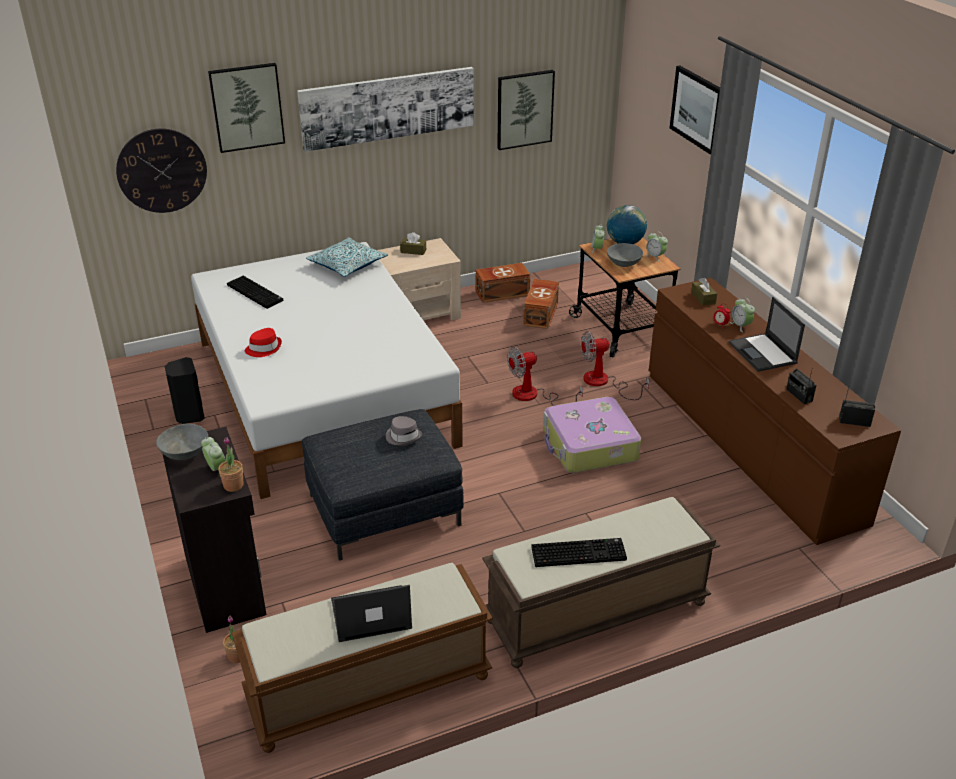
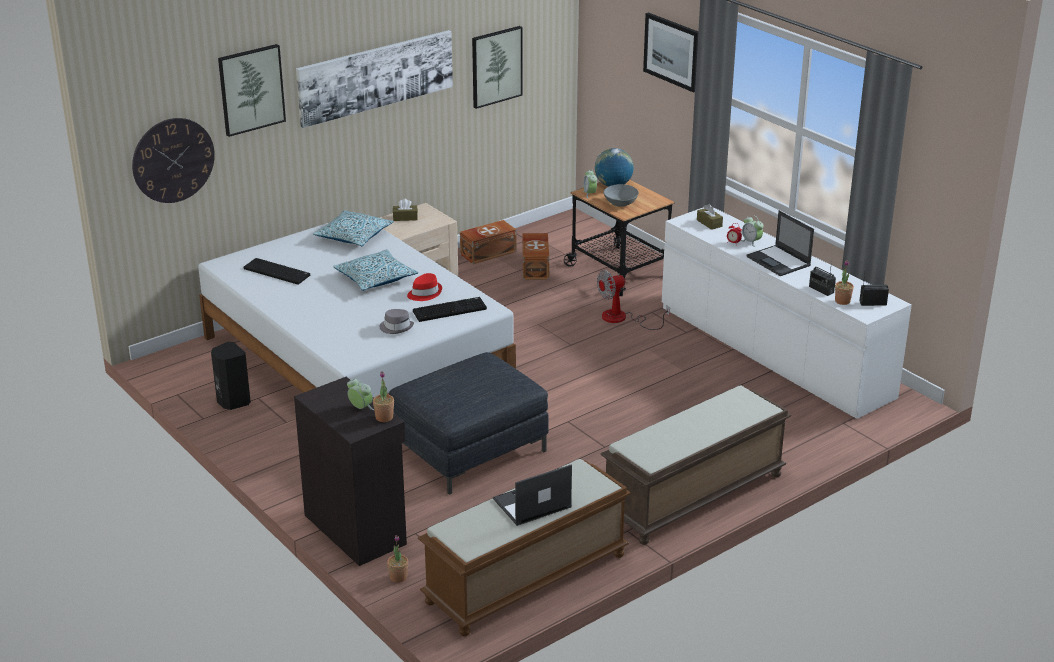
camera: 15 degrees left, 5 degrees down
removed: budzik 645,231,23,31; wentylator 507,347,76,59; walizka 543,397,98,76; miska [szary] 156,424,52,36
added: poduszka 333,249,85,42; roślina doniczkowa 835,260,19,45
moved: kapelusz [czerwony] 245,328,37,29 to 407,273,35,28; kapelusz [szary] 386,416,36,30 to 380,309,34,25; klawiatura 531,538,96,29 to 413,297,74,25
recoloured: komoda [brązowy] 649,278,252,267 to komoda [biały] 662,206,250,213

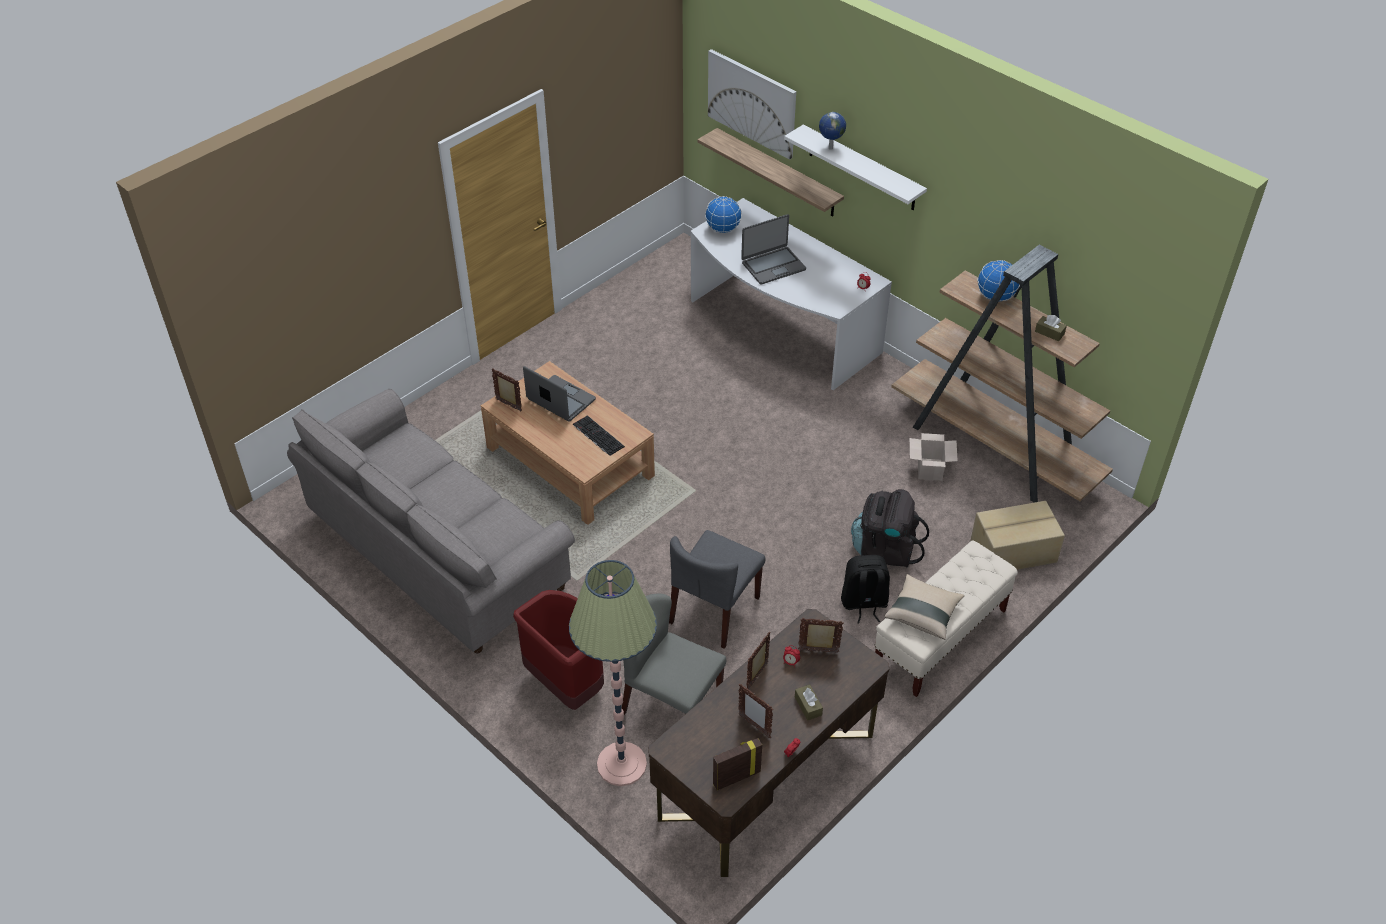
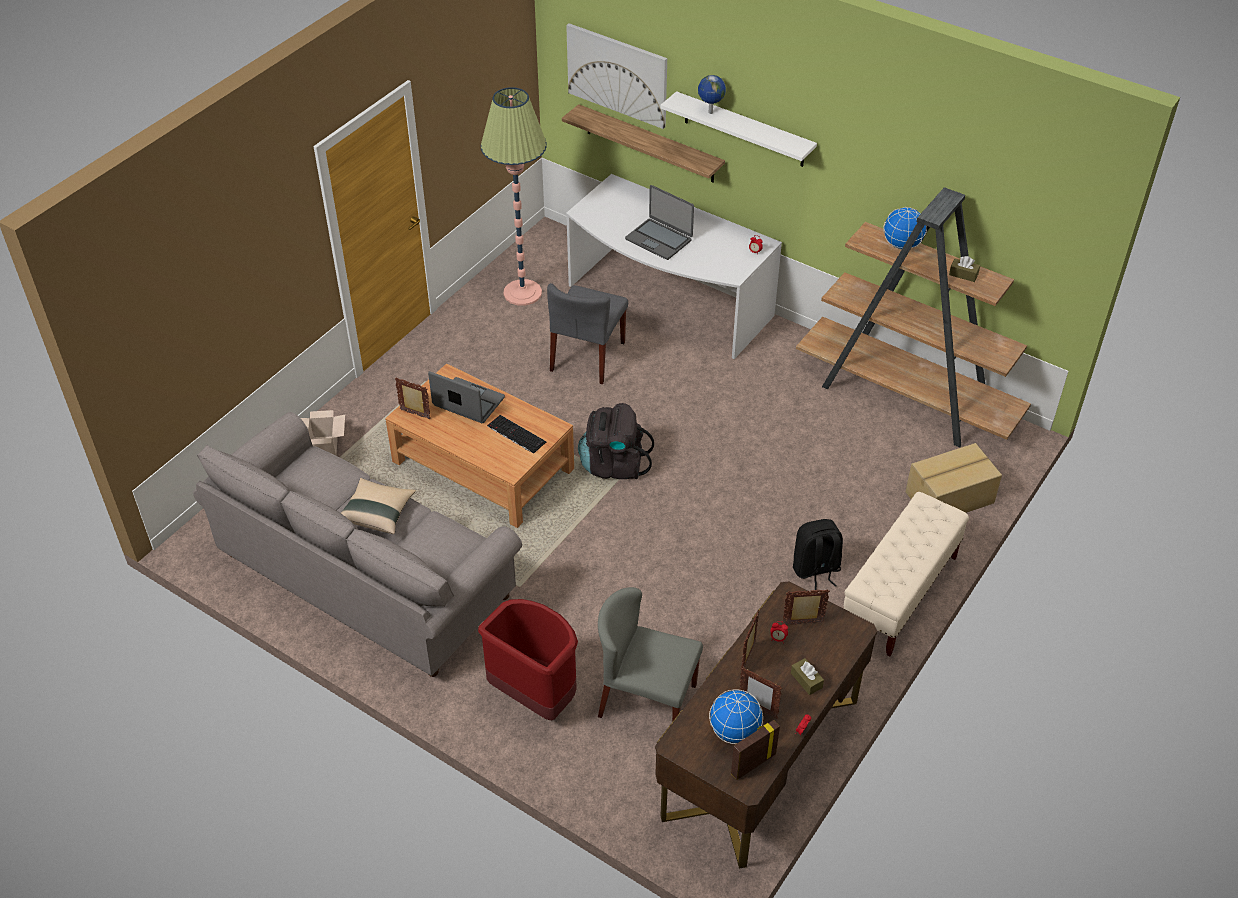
camera: 10 degrees left, 0 degrees up
moved: globus 705,196,37,37 to 709,689,54,55; karton 909,433,49,48 to 300,410,45,45; plecak [czarny] 851,489,78,78 to 578,403,76,76; krzesło [szary] 669,530,96,119 to 547,283,81,101; lampa stojąca 569,560,88,226 to 481,87,66,219; poduszka [beżowy] 885,574,80,66 to 341,478,75,56
turned: laptop 741,214,65,71 = 625,185,69,75 75 degrees clockwise

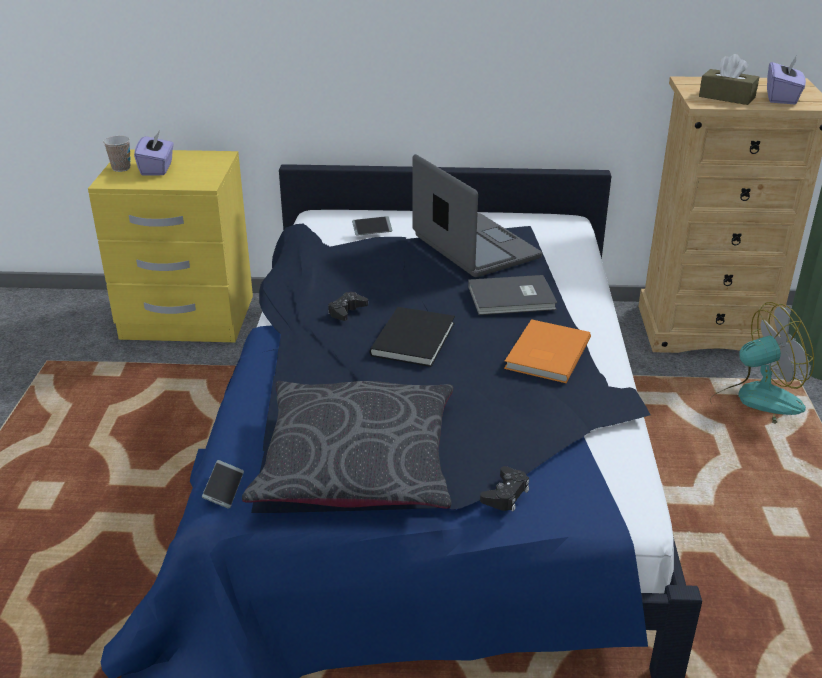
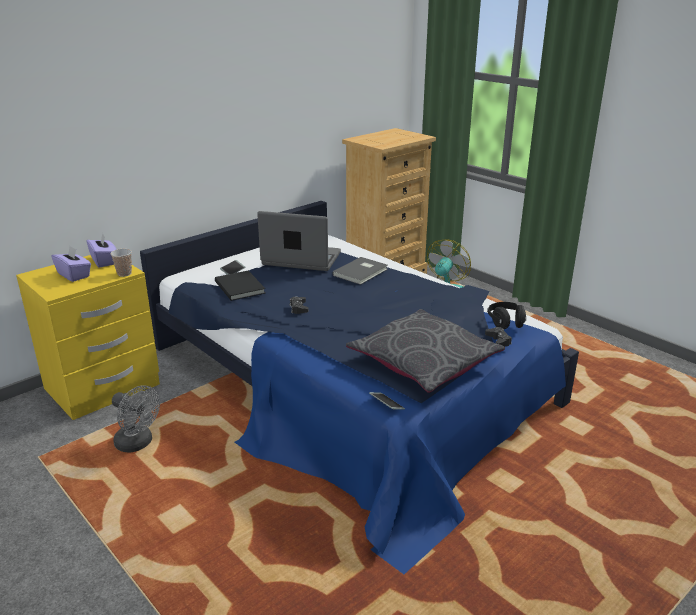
camera: 45 degrees left, 5 degrees down
removed: pudełko chusteczek [brązowy] 699,54,60,51; książka [pomarańczowy] 504,319,87,64
added: słuchawki [czarny] 487,302,39,27; wentylator [szary] 112,385,48,67
moved: pudełko chusteczek [fioletowy] 767,56,39,48 to 87,233,30,35; filiżanka 103,136,28,36 to 110,249,22,28; książka [czarny] 370,307,85,60 to 215,271,50,30

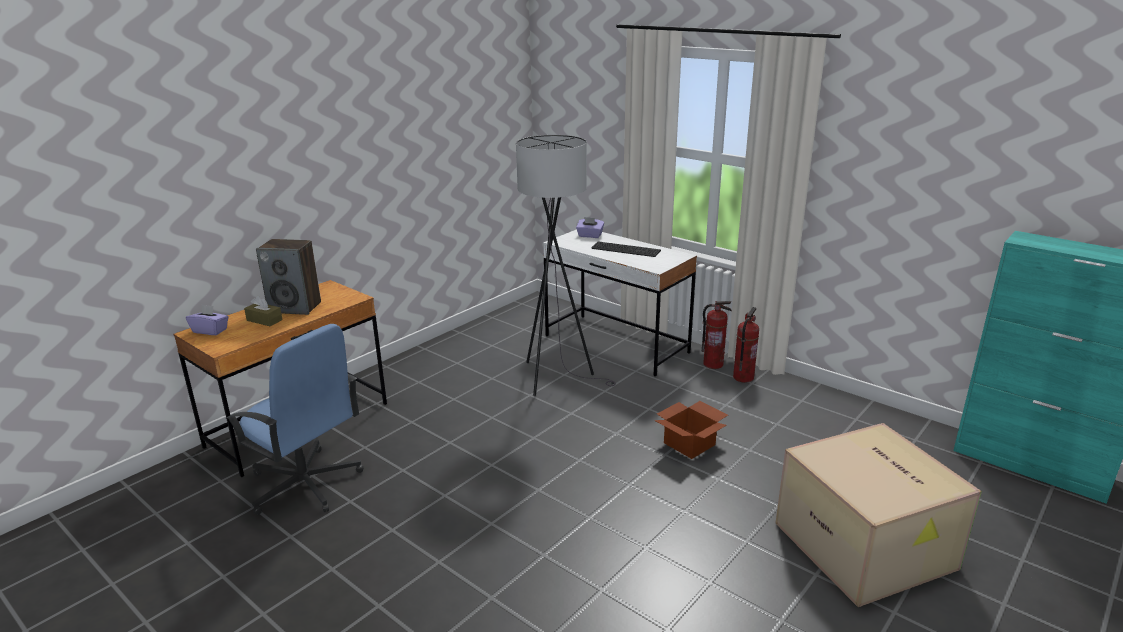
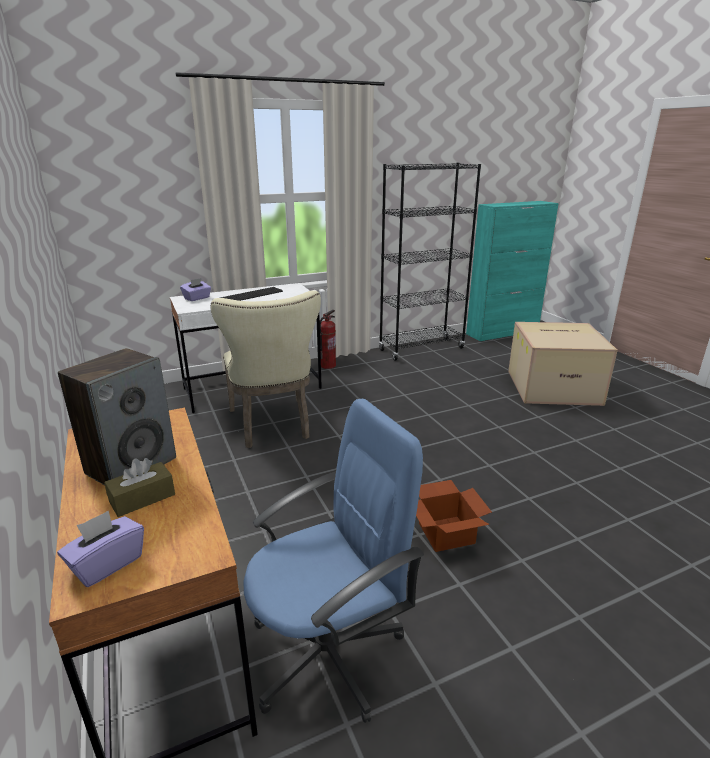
camera: 65 degrees left, 0 degrees up
removed: gaśnica 733,307,26,76
added: regał [czarny] 379,163,102,198
moved: karton 654,401,74,58 to 416,480,76,72
replaced: lampa stojąca [szary] 516,135,100,261 to krzesło [beżowy] 210,290,111,158

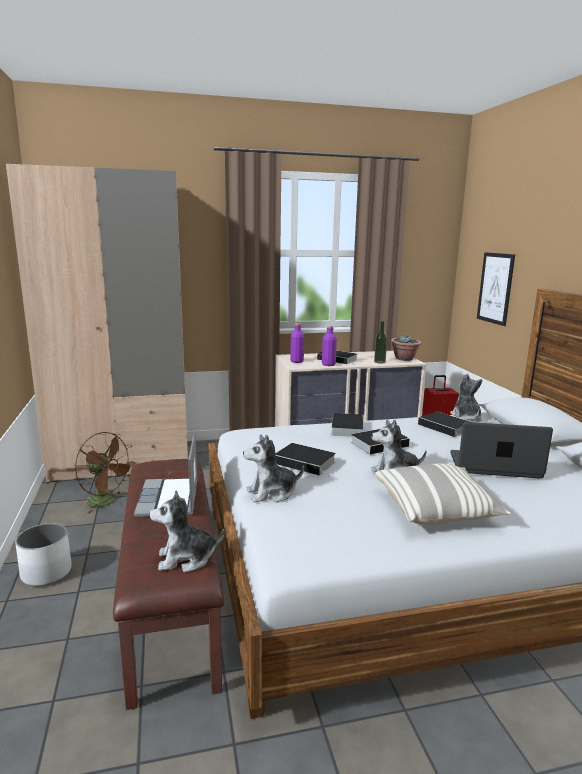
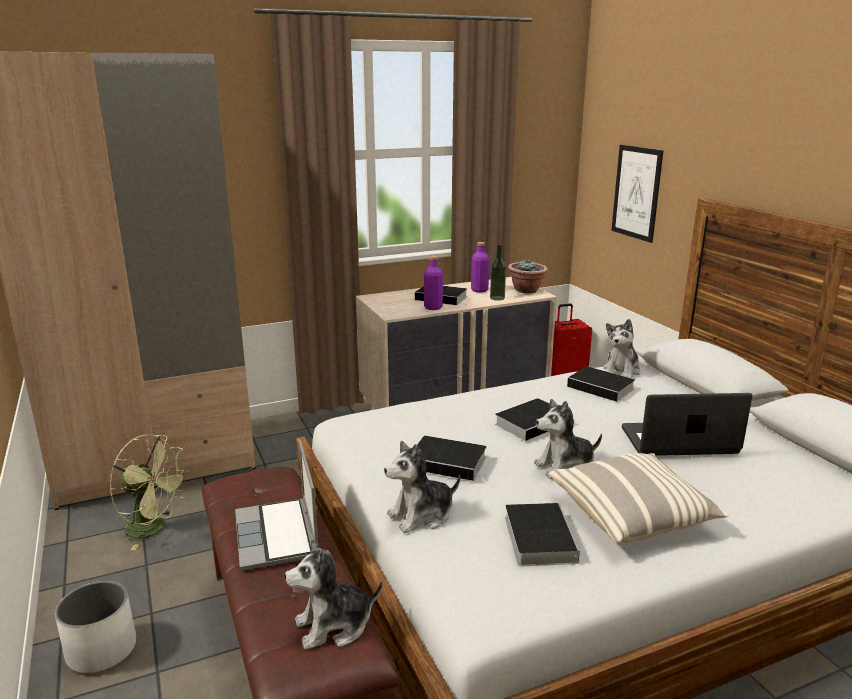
camera: 10 degrees left, 5 degrees up
moved: butelka [fioletowy] 290,323,14,40 to 471,242,18,51; książka 331,413,33,24 to 505,503,75,63
recoloured: wentylator [brązowy] 75,432,60,81 to wentylator [zielony] 110,434,79,116
turned: pluszak 450,374,33,48 = 603,319,37,59 135 degrees counterclockwise

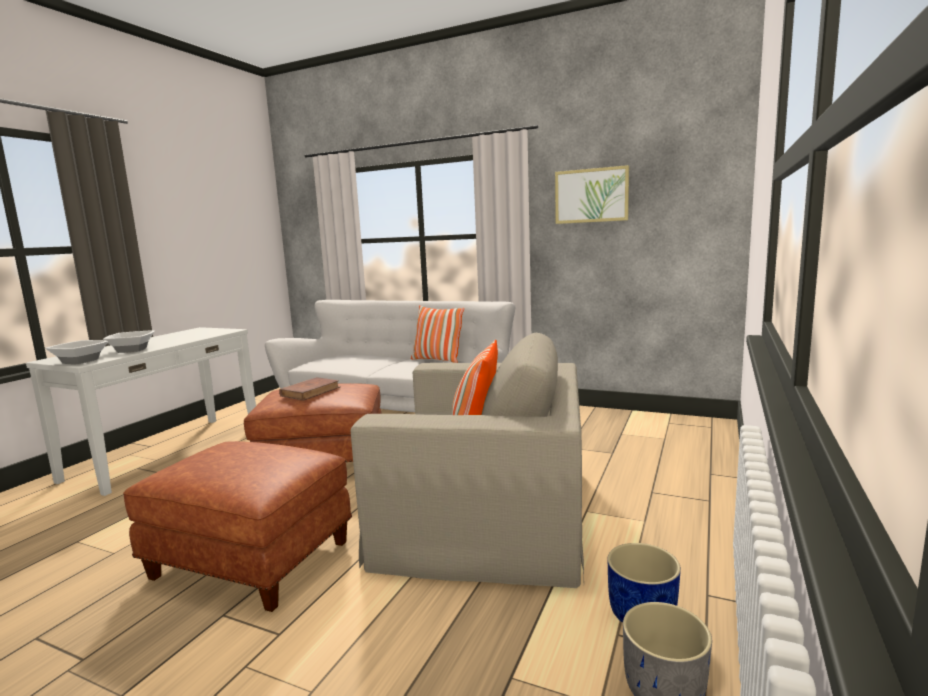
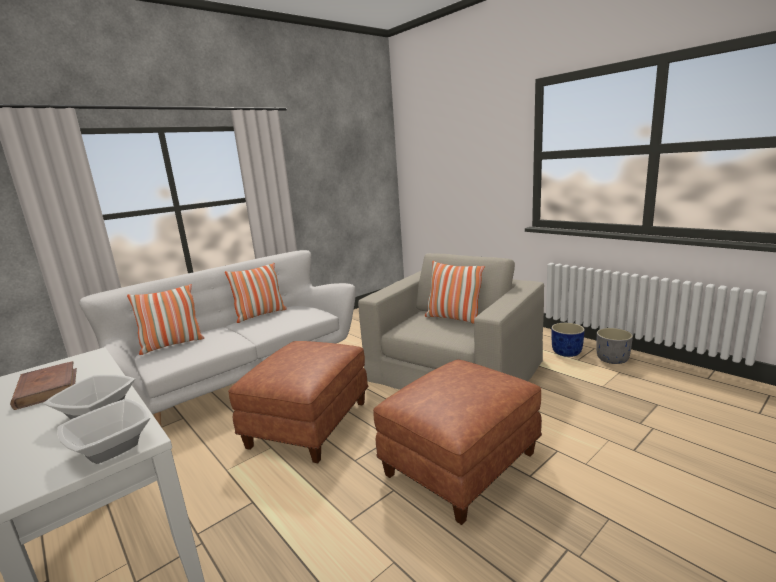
camera: 65 degrees left, 5 degrees up
removed: obraz 555,165,74,59
added: poduszka 127,284,77,71
moved: książka [brązowy] 279,377,61,24 to 10,361,67,49

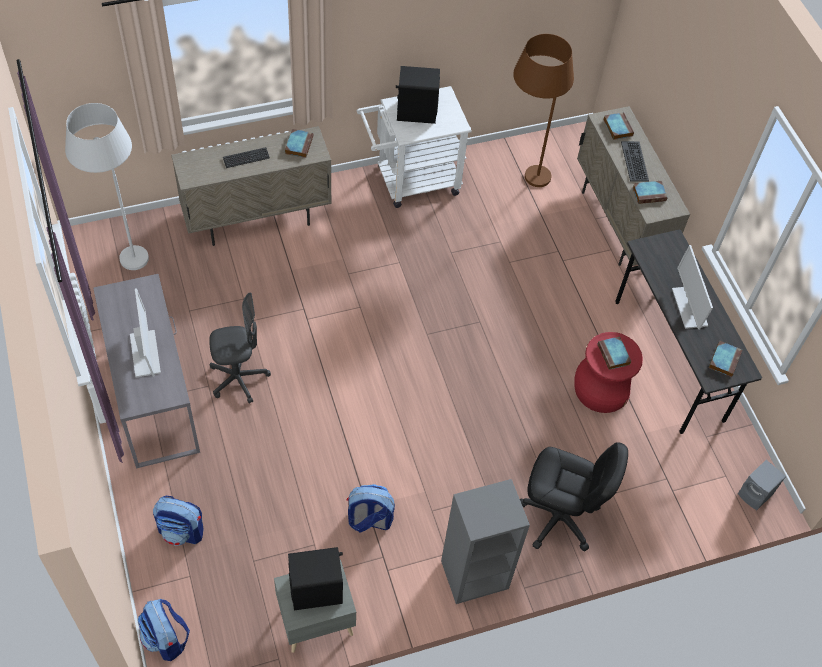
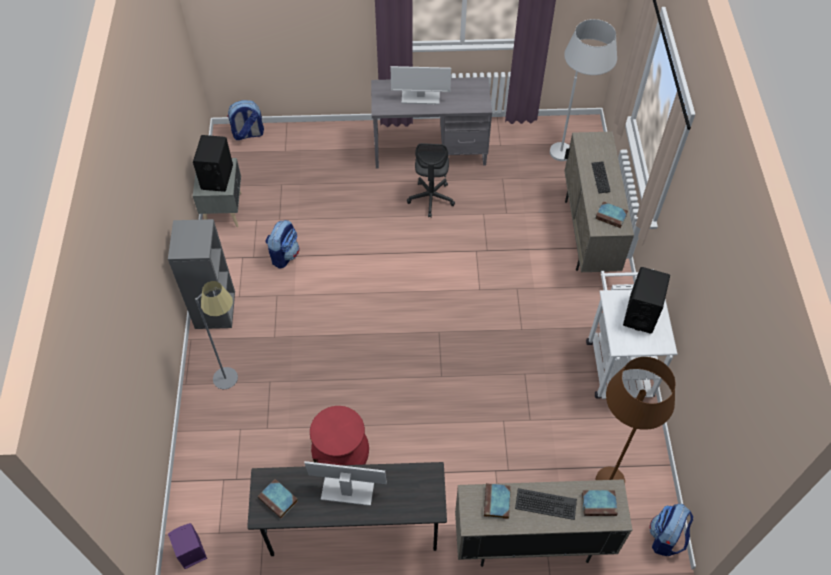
camera: 110 degrees right, 0 degrees up
removed: książka 598,336,33,34
moved: plecak 153,496,51,50 to 650,504,43,52
replaced: krzesło biurowe [czarny] 520,442,108,109 to lampa stojąca [szary] 195,281,43,108
recoloured: głośnik [szary] 738,460,48,50 to głośnik [fioletowy] 168,523,39,46

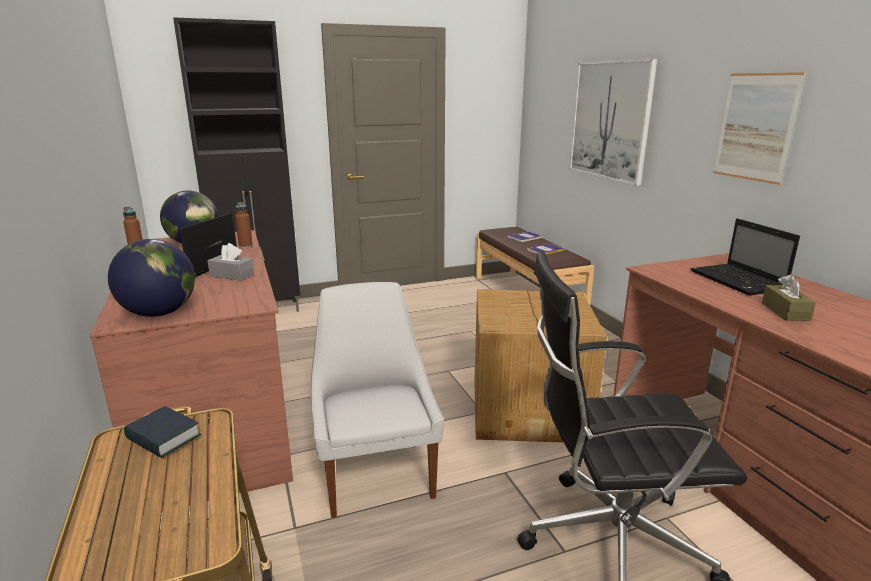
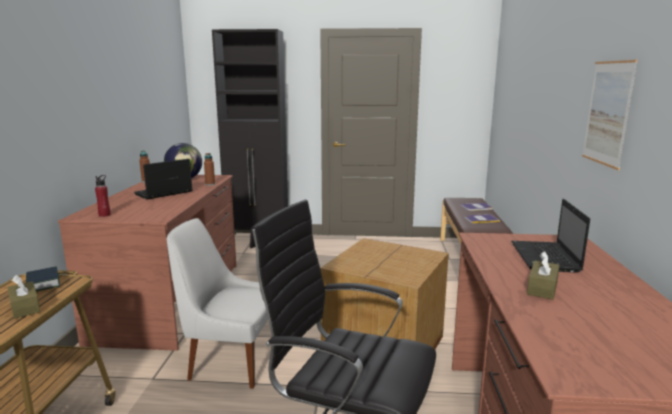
camera: 25 degrees right, 5 degrees down
removed: obraz 569,58,89,128; pudełko chusteczek [szary] 207,243,47,38
added: pudełko chusteczek [brązowy] 7,275,33,44
replaced: globus 108,239,87,78 to butelka [czerwony] 95,175,16,42
turned: krzesło [biały] 311,282,133,236 = 167,218,101,171 90 degrees counterclockwise

